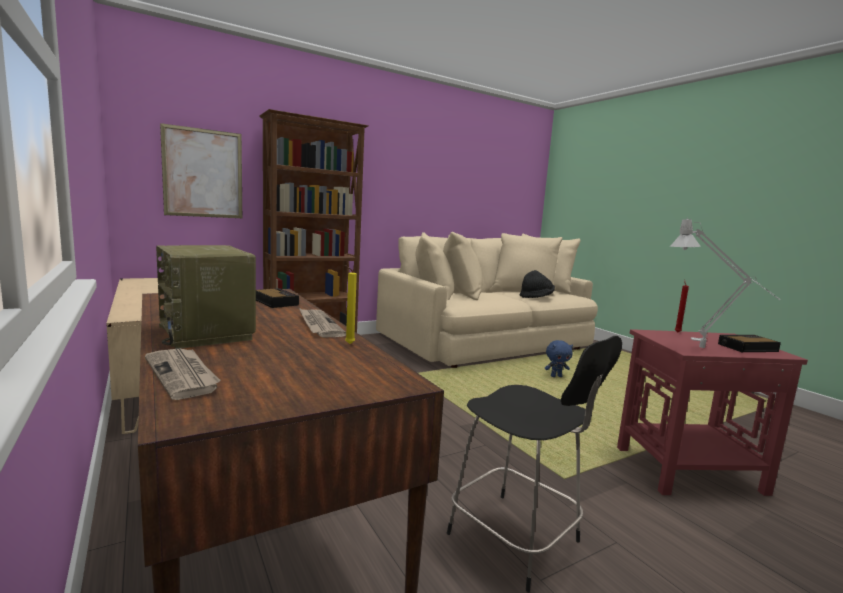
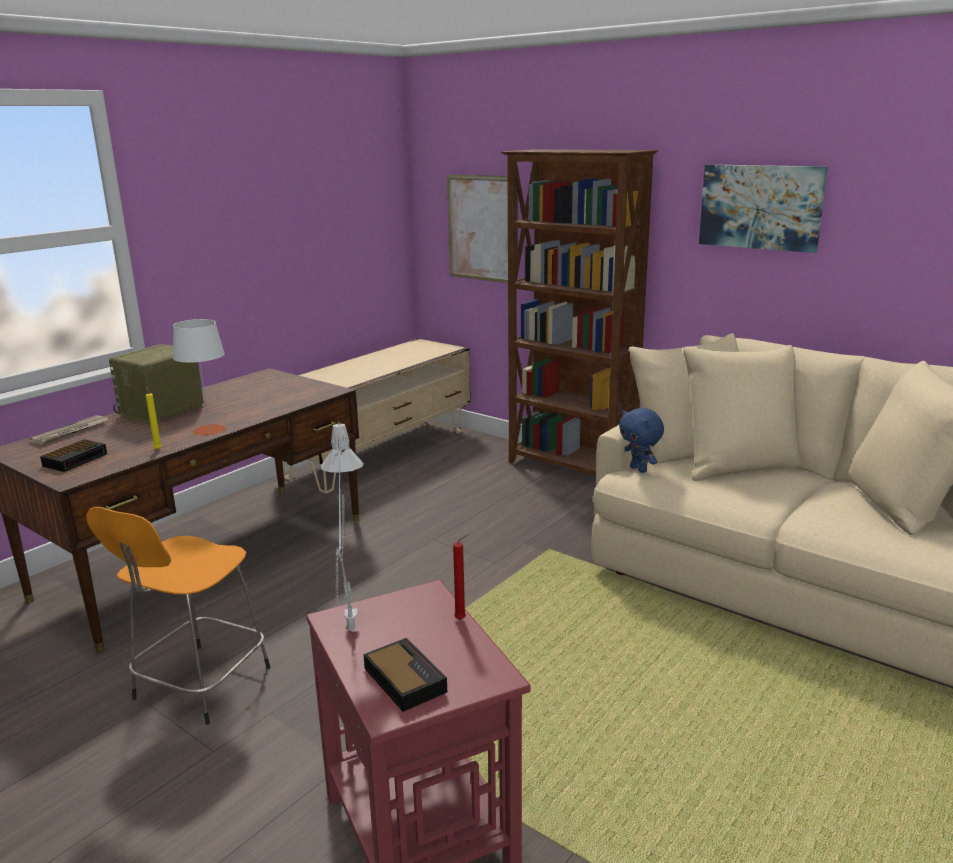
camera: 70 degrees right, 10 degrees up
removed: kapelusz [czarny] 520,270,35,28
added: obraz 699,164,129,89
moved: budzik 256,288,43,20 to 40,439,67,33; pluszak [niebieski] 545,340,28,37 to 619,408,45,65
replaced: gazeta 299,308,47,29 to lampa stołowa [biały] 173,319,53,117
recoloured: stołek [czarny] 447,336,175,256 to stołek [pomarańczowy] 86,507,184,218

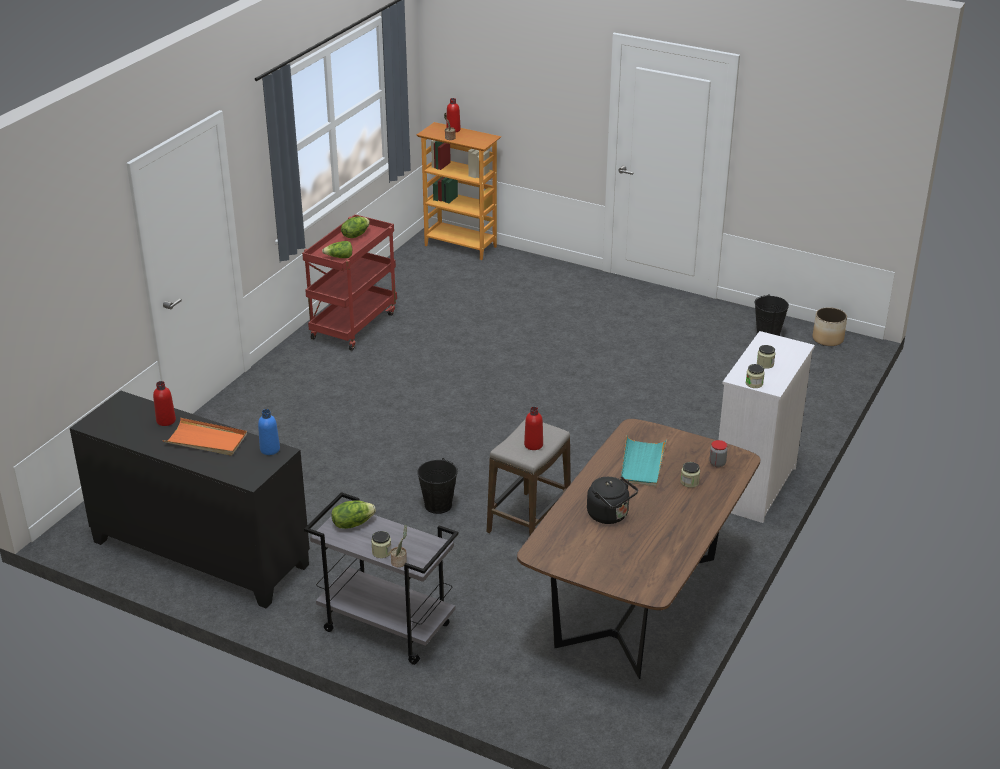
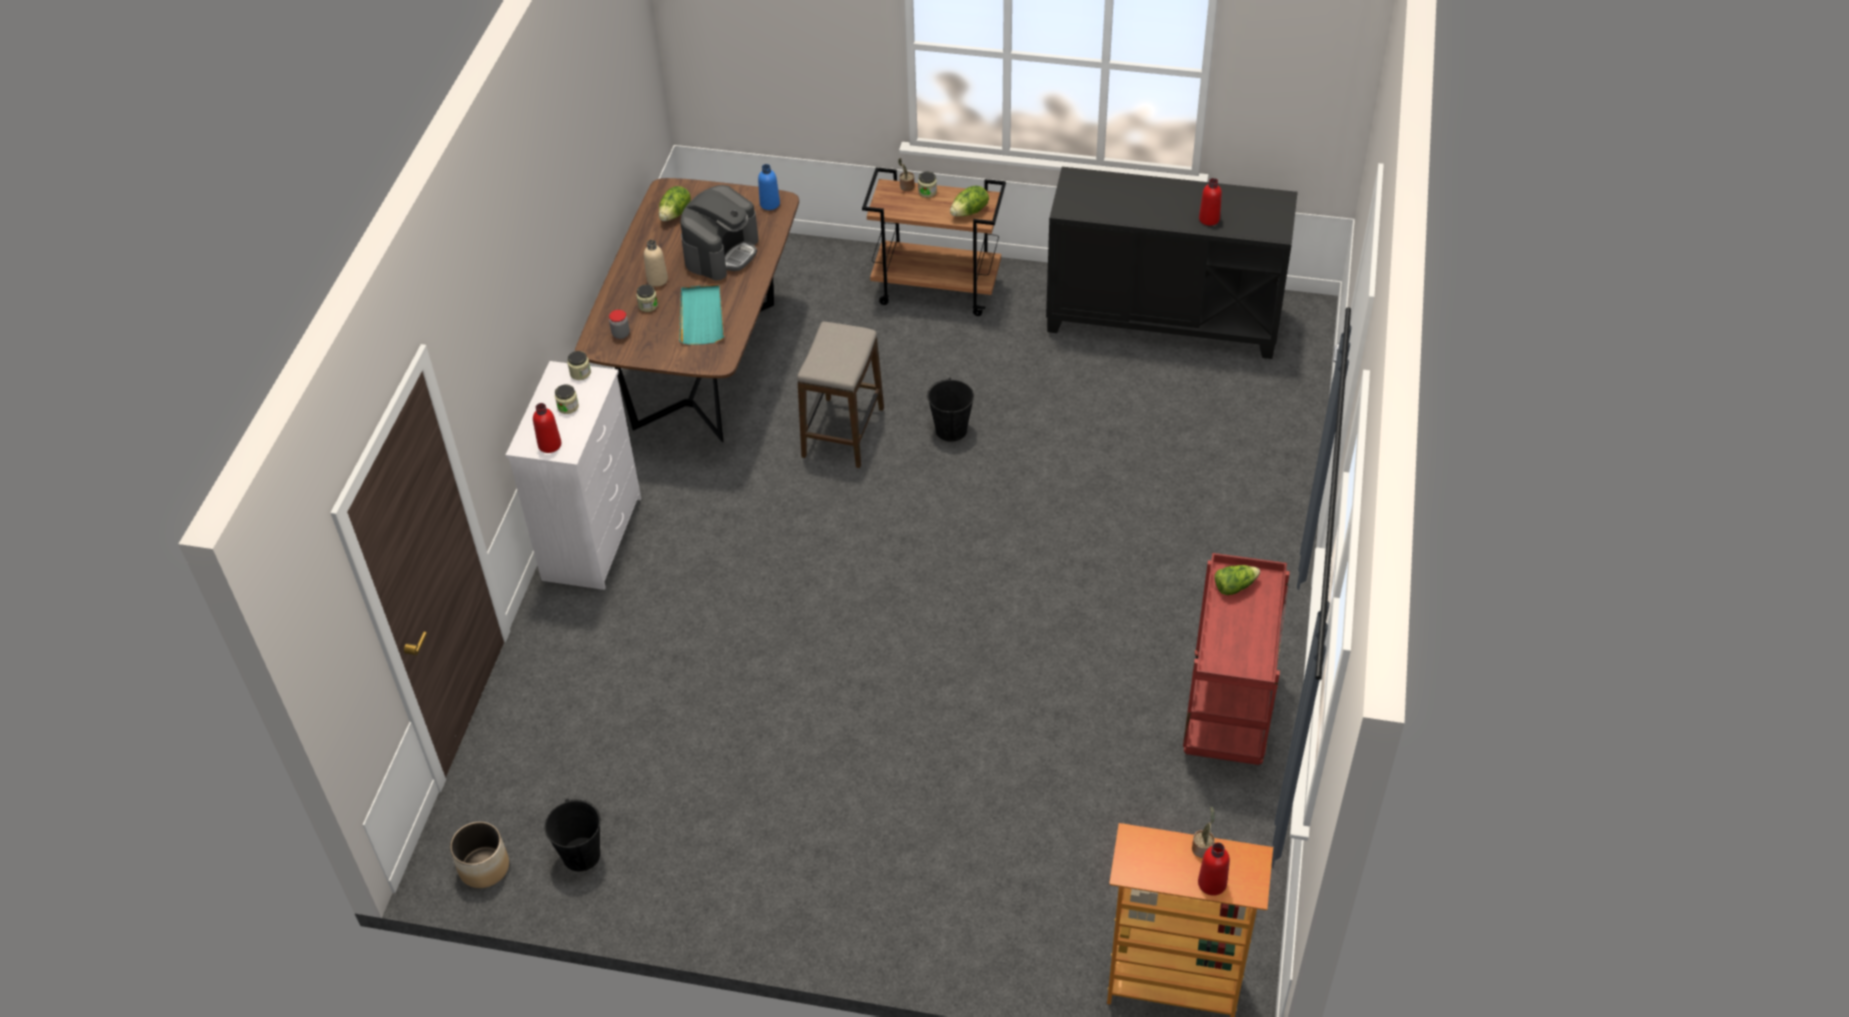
camera: 165 degrees right, 15 degrees up
removed: taca [pomarańczowy] 163,418,84,38
added: butelka [beżowy] 644,240,24,47
moved: sałata 341,216,29,22 to 659,186,32,35; butelka [czerwony] 524,407,19,43 to 533,403,28,50; butelka [niebieski] 258,409,22,46 to 758,164,22,46
replaced: czajnik [czarny] 587,476,51,48 to ekspres do kawy 680,185,78,95
recoloured: wózek [szary] 304,492,154,173 to wózek [brązowy] 862,167,144,149

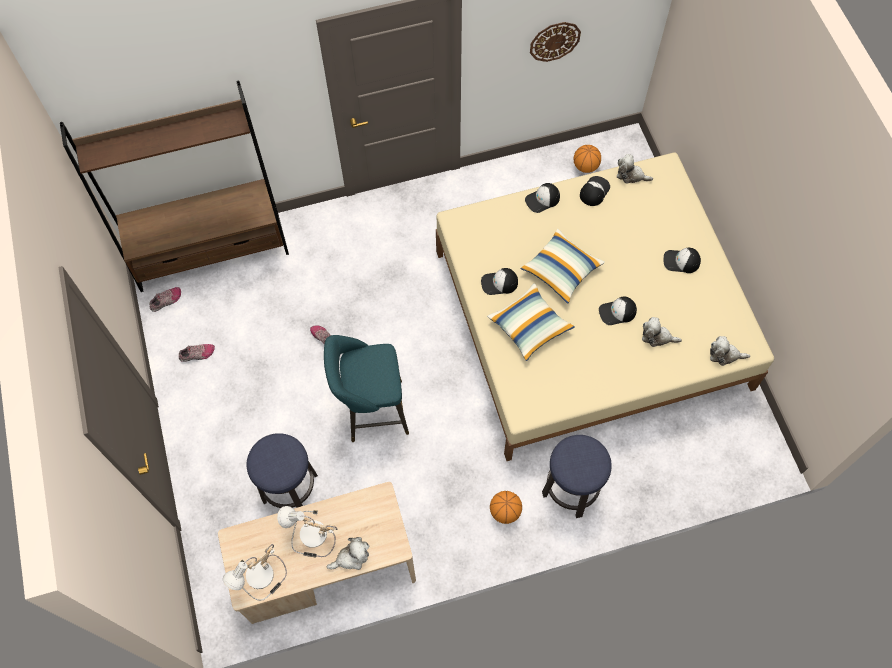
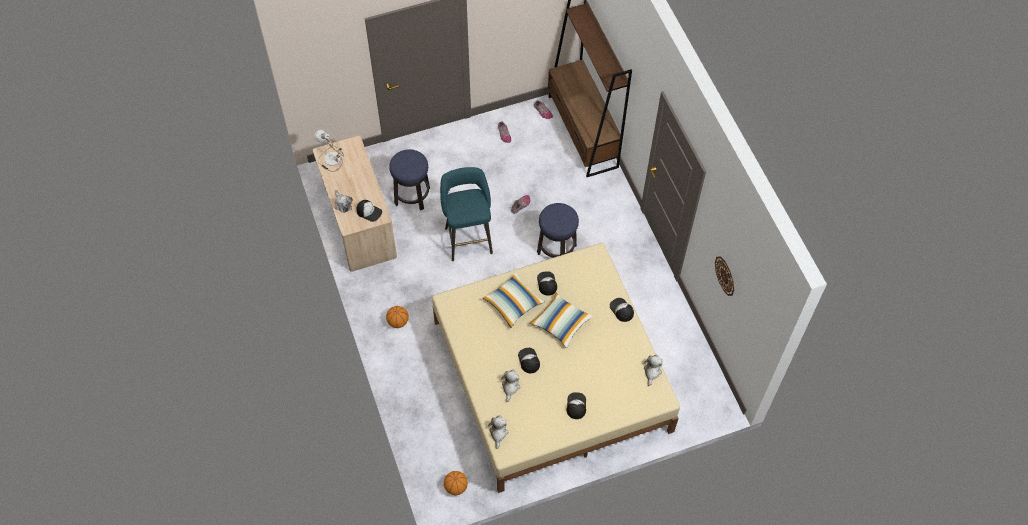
camera: 85 degrees right, 5 degrees down
removed: lampa stołowa 277,506,60,52
moved: piłka do koszykówki 574,145,27,28 to 444,471,24,24; czapka z daszkiem 580,176,30,30 to 356,200,26,22; stołek 542,435,70,83 to 537,203,42,55

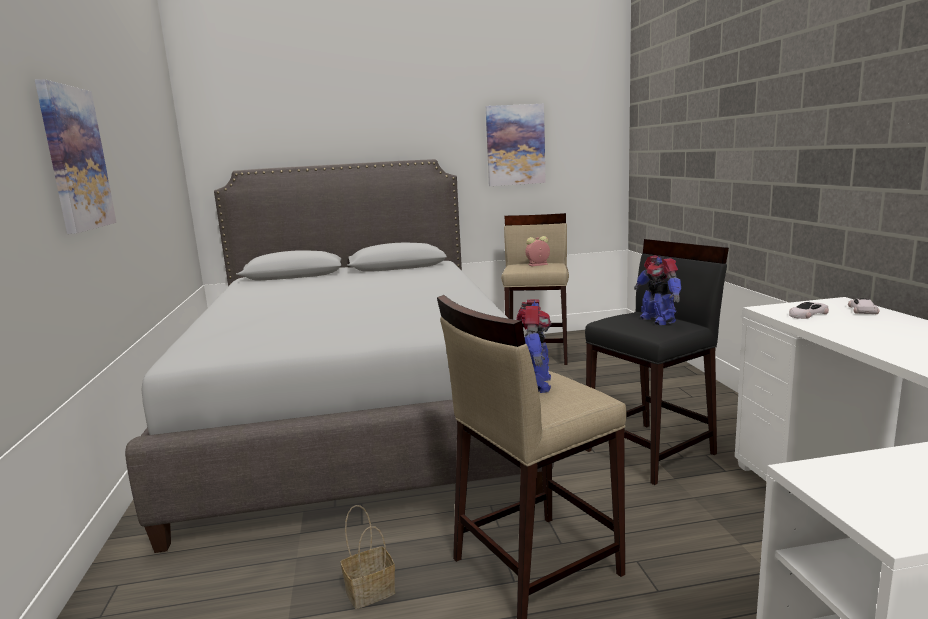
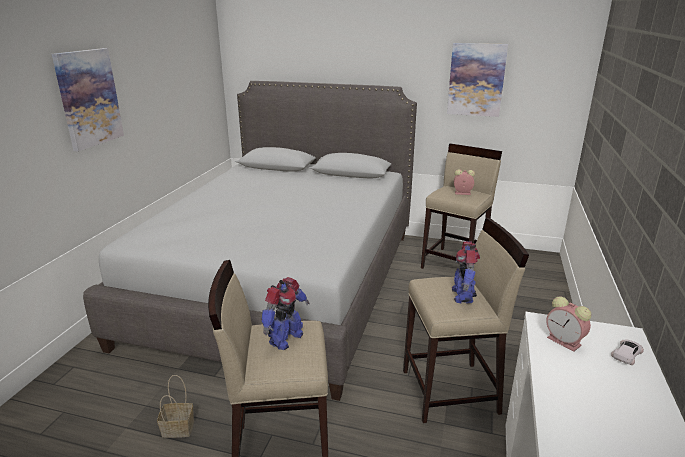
camera: 25 degrees right, 10 degrees up
replaced: samochodzik [biały] 789,302,40,17 to budzik 546,296,45,55
recoloured: stołek [czarny] 585,239,144,246 to stołek [beżowy] 403,218,126,205

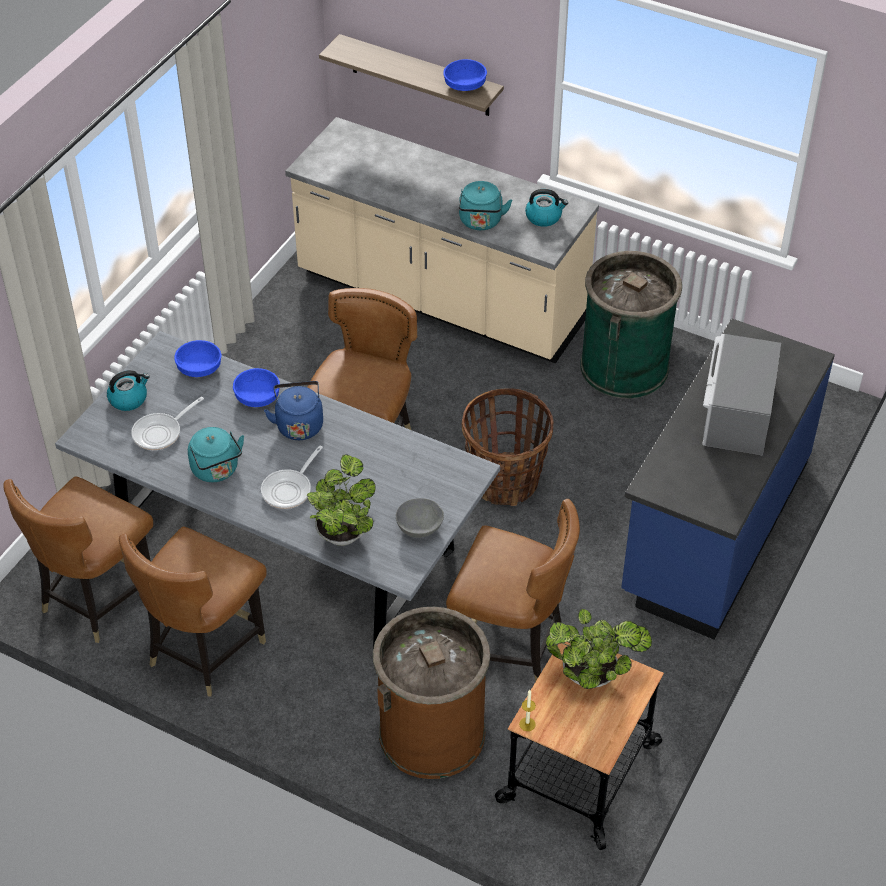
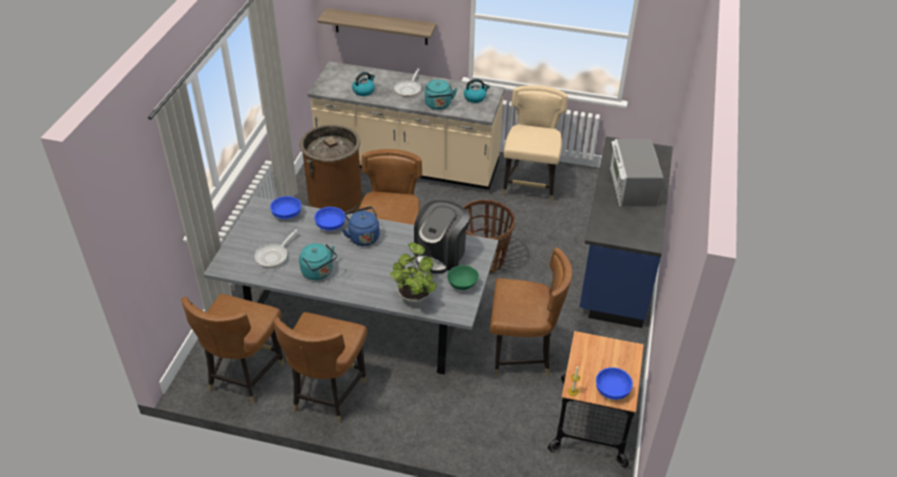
camera: 15 degrees left, 5 degrees down
removed: roślina doniczkowa 546,609,106,80
added: ekspres do kawy 414,200,56,74
moved: miska [niebieski] 443,59,44,32 to 596,367,37,33; czajnik 107,370,43,41 to 352,72,23,24; patelnia 261,445,62,64 to 394,69,27,28; kosz na śmieci [brązowy] 373,607,117,172 to 300,125,63,88
replaced: kosz na śmieci [zielony] 580,251,102,148 to krzesło [beżowy] 503,85,65,116
recoloured: miska [szary] 396,498,48,40 to miska [zielony] 447,265,32,25

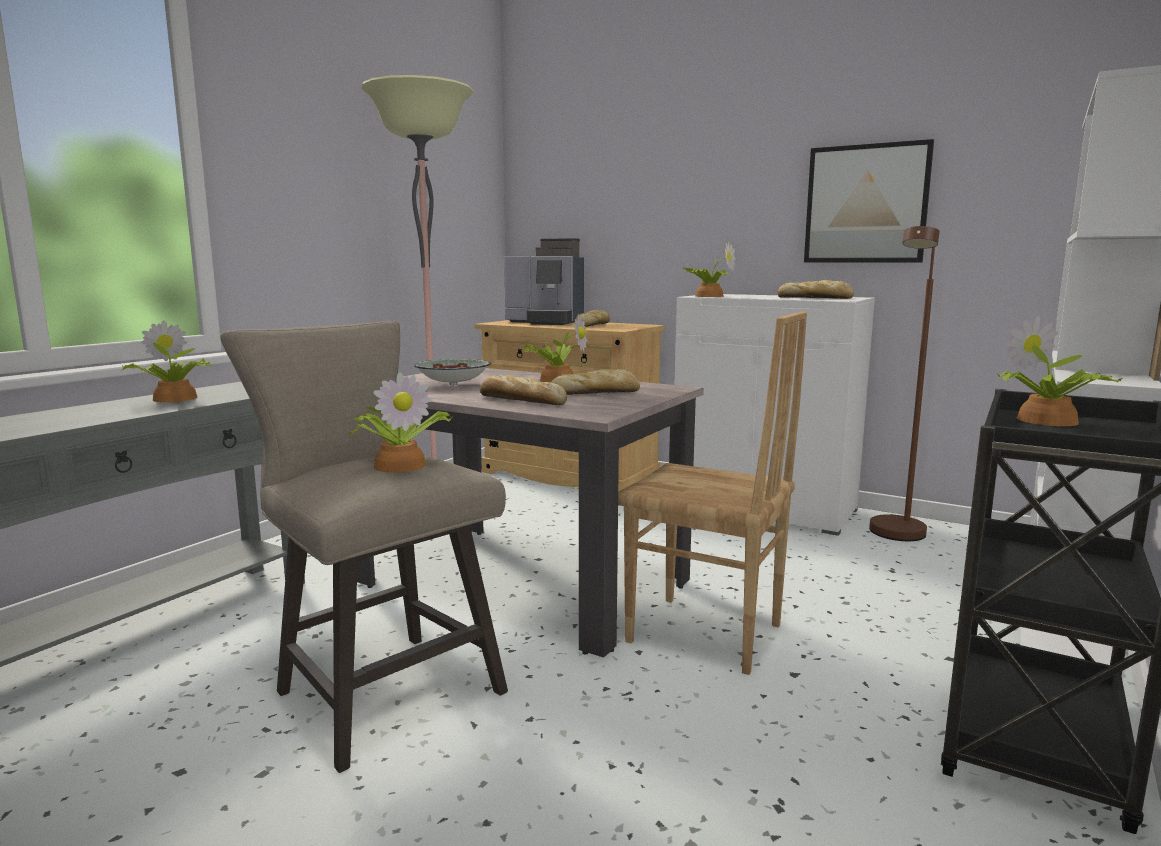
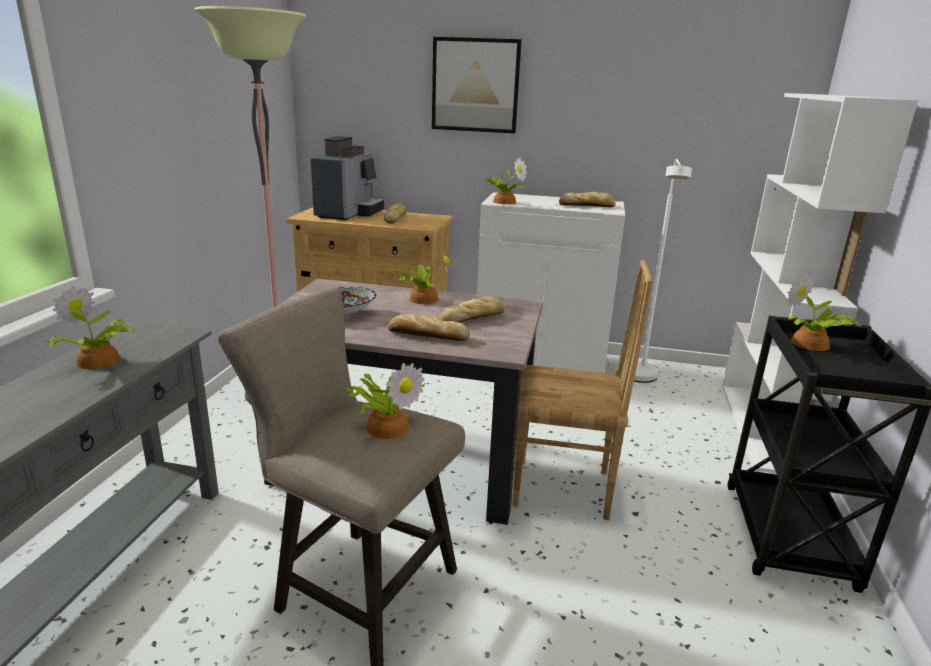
camera: 20 degrees left, 10 degrees up
moved: obraz 804,139,130,123 to 432,37,90,97
recoloured: lampa stojąca [brązowy] 869,226,71,315 to lampa stojąca [biały] 634,159,58,224
turned: ekspres do kawy 504,238,80,87 = 311,136,73,84 75 degrees counterclockwise

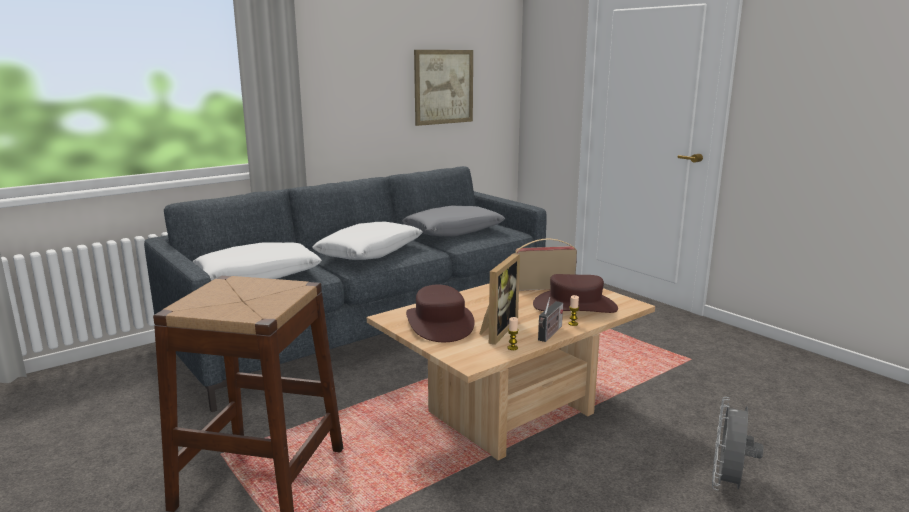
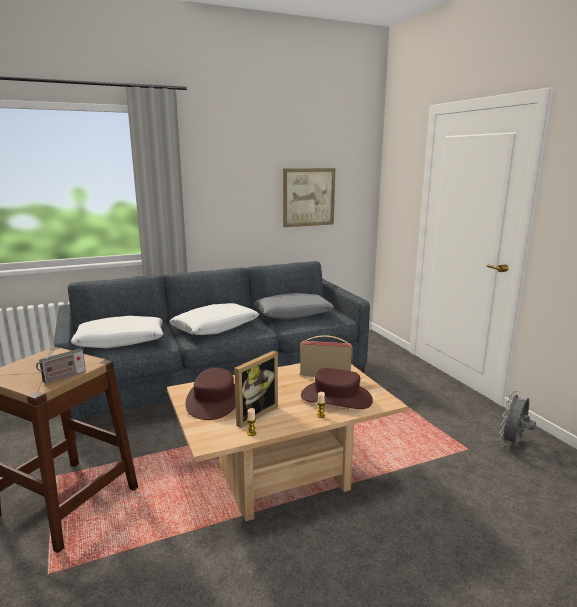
camera: 15 degrees right, 0 degrees up
moved: radio 538,297,25,45 to 36,344,50,40; wentylator [szary] 712,397,52,94 to 499,391,37,56

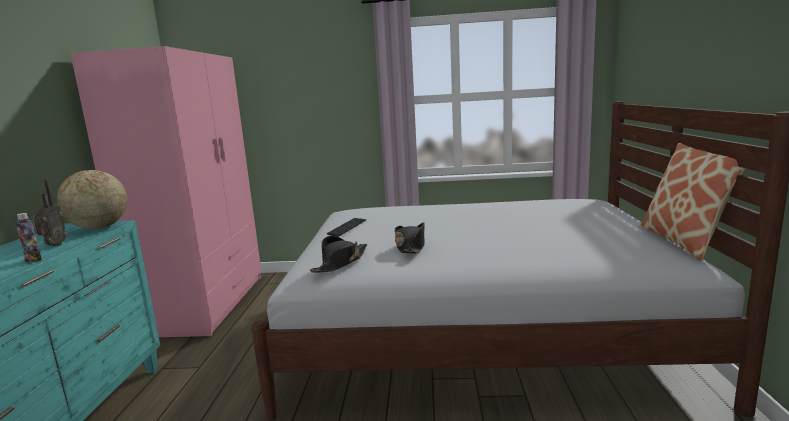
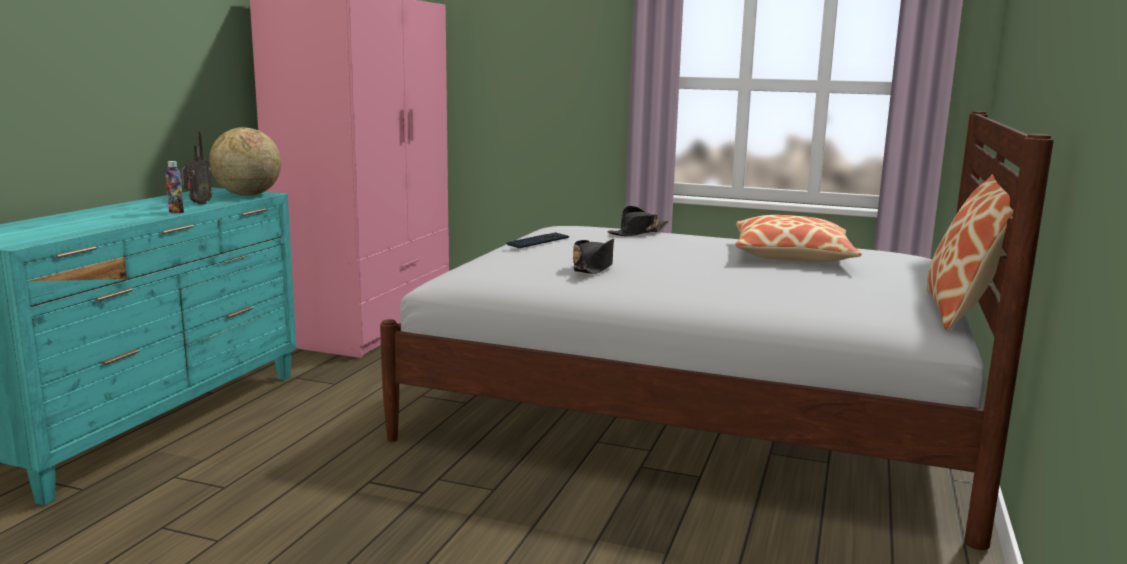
camera: 15 degrees right, 0 degrees up
added: poduszka 735,215,126,47
moved: kapelusz [czarny] 310,236,57,37 to 607,206,62,30

